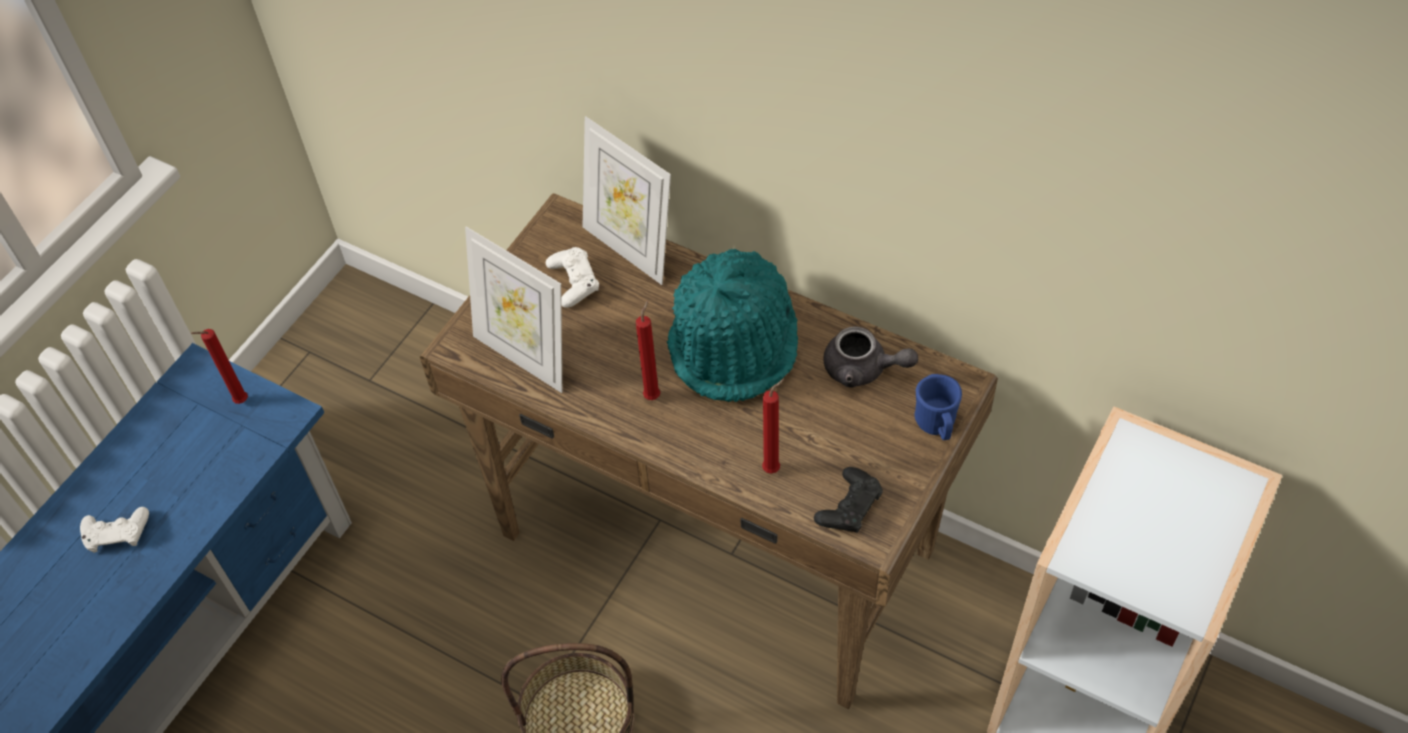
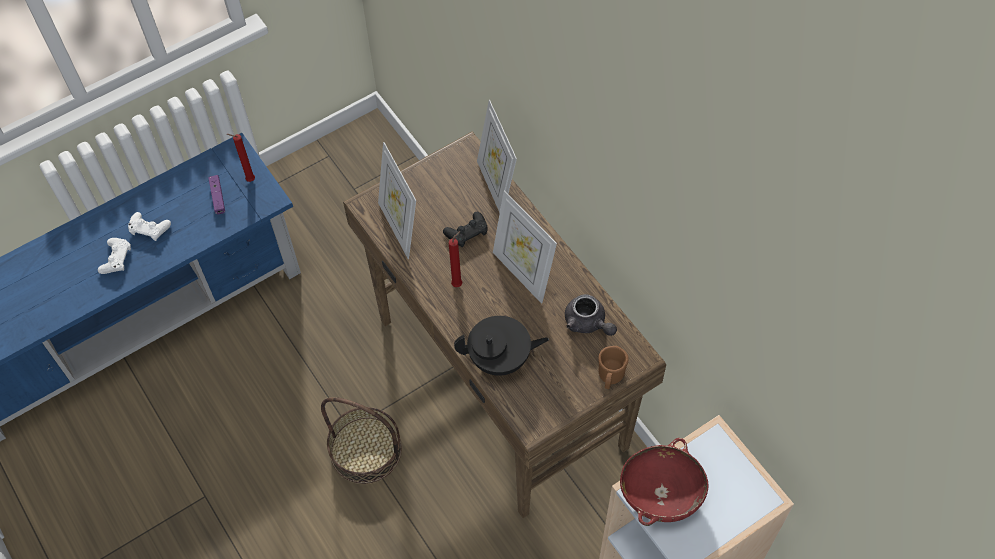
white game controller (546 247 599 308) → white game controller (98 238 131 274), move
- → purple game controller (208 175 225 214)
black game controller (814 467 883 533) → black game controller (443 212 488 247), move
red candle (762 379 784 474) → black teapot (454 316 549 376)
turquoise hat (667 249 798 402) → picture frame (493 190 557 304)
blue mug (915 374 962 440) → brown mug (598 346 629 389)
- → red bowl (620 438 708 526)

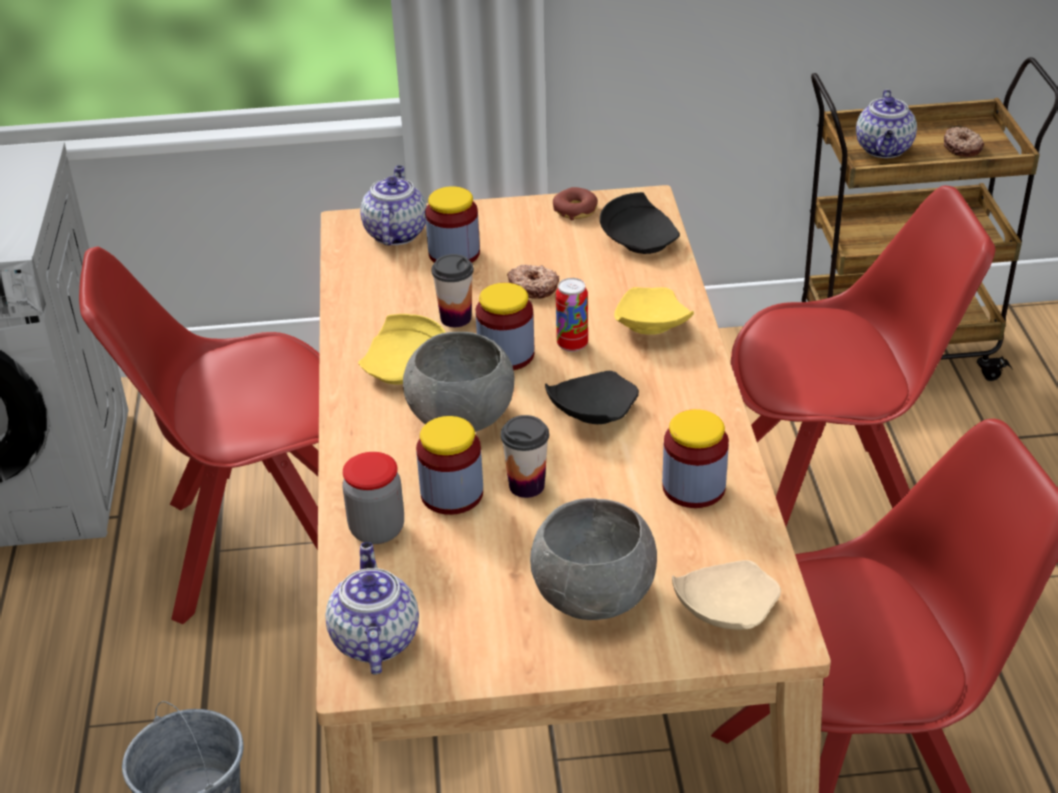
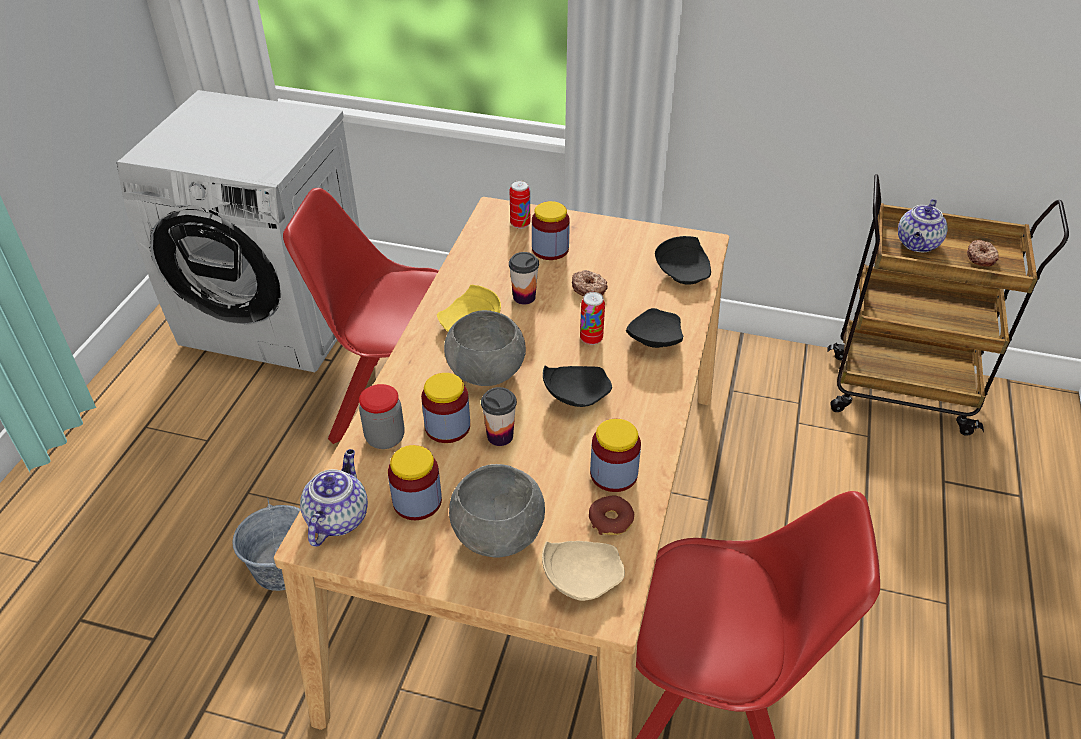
jar (476 283 534 370) → jar (388 445 442 520), move
teapot (360 166 427 245) → can (509 180 530 229)
donut (553 187 598 220) → donut (589 495 634 535), move
yellow plate (614 287 694 335) → black plate (626 308 683 348)
red chair (731 185 995 526) → -

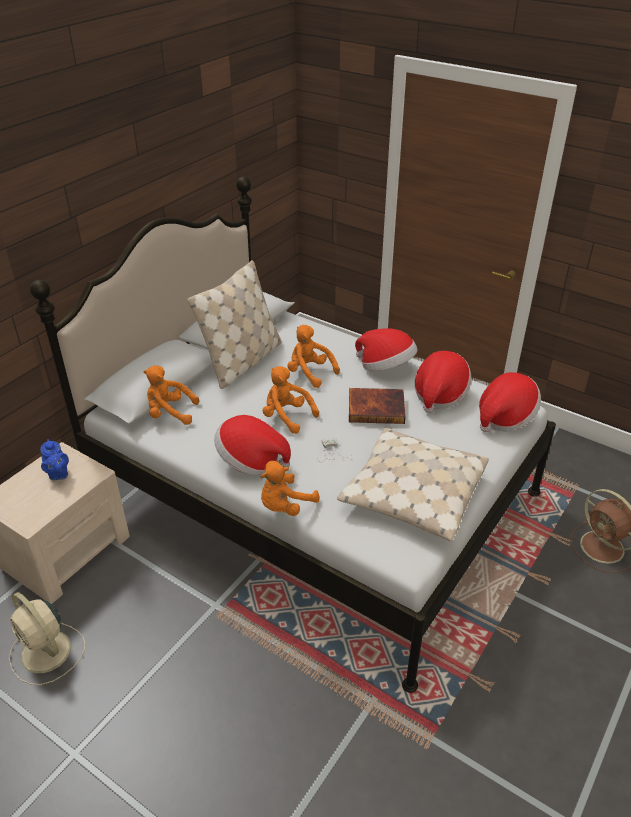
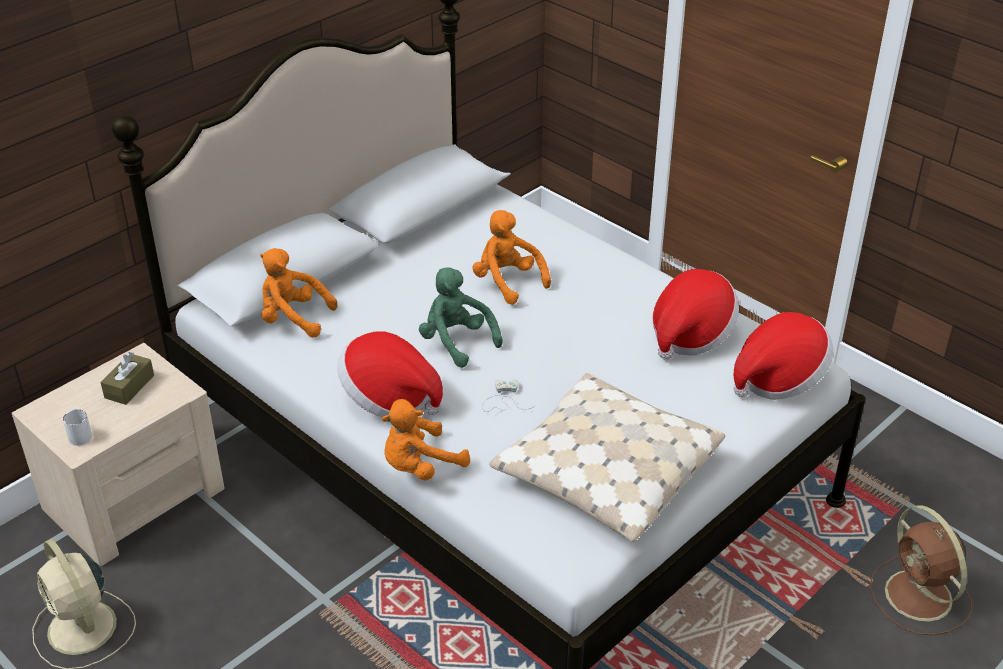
- → white mug (63 409 92 446)
blue teapot (40 439 69 480) → brown tissue box (100 352 154 405)
orange plush toy (263 366 319 434) → green plush toy (419 267 503 368)
beige pillow (188 260 282 389) → -
book (349 388 406 424) → -
hat (355 328 417 371) → -

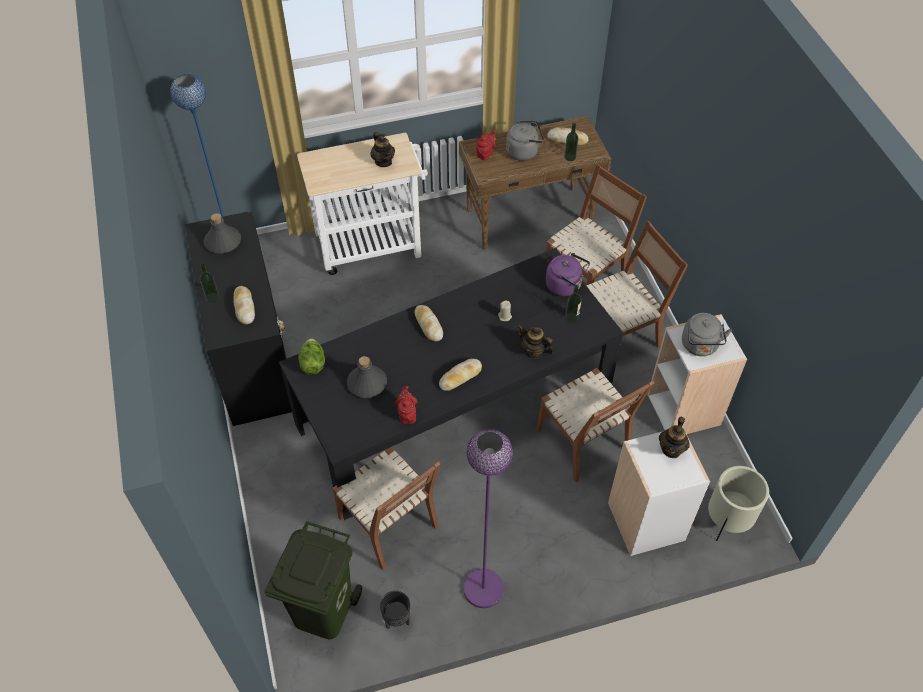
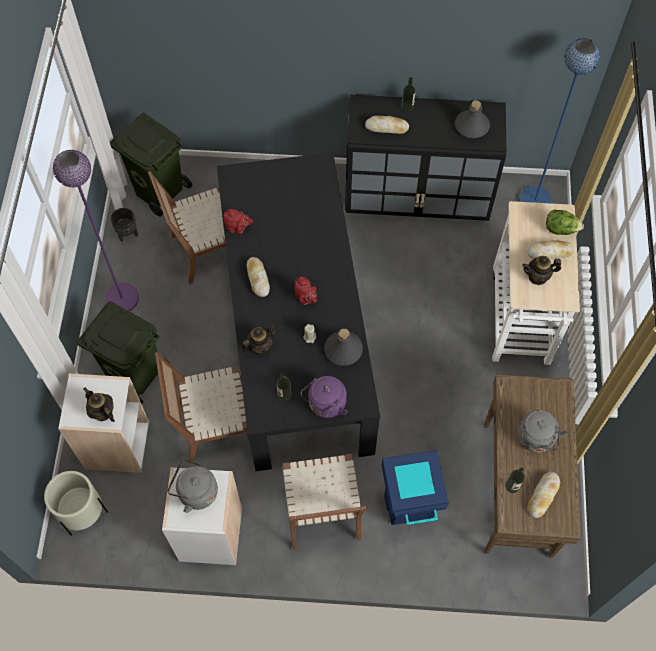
- → green trash can (77 301 169 404)
red teapot (476 130 496 161) → red teapot (294 277 317 305), move
grey bottle (347 356 387 398) → grey bottle (324 329 363 366), move
chair (546 164 647 285) → blue trash can (381 450 449 525)
bread (414 305 443 342) → bread (527 240 574 259), move
lettuce (298 338 325 375) → lettuce (546 210 584 235), move

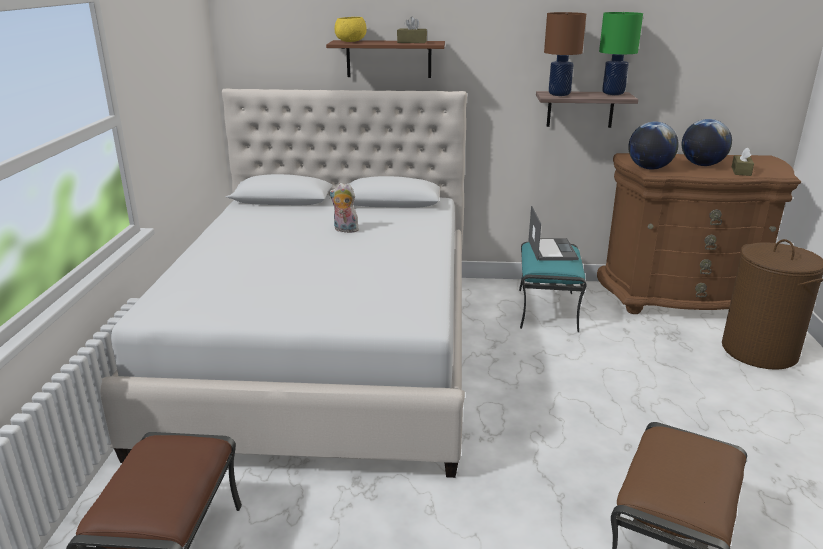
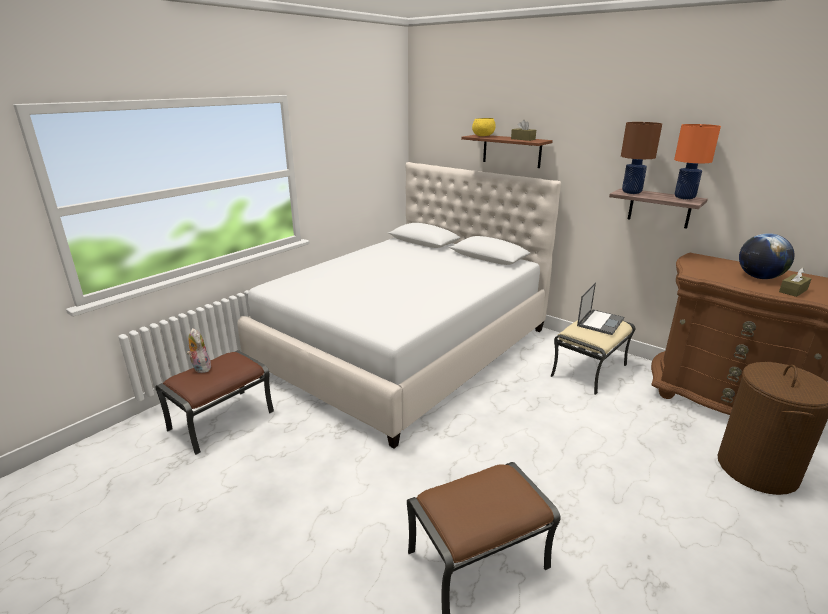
plush toy (329 183 359 233) → plush toy (187 328 211 373), move
turquoise ottoman (519 242 587 332) → beige ottoman (551 315 636 395)
green table lamp (599 12 643 95) → orange table lamp (674 124 721 200)
globe (628 122 679 170) → -

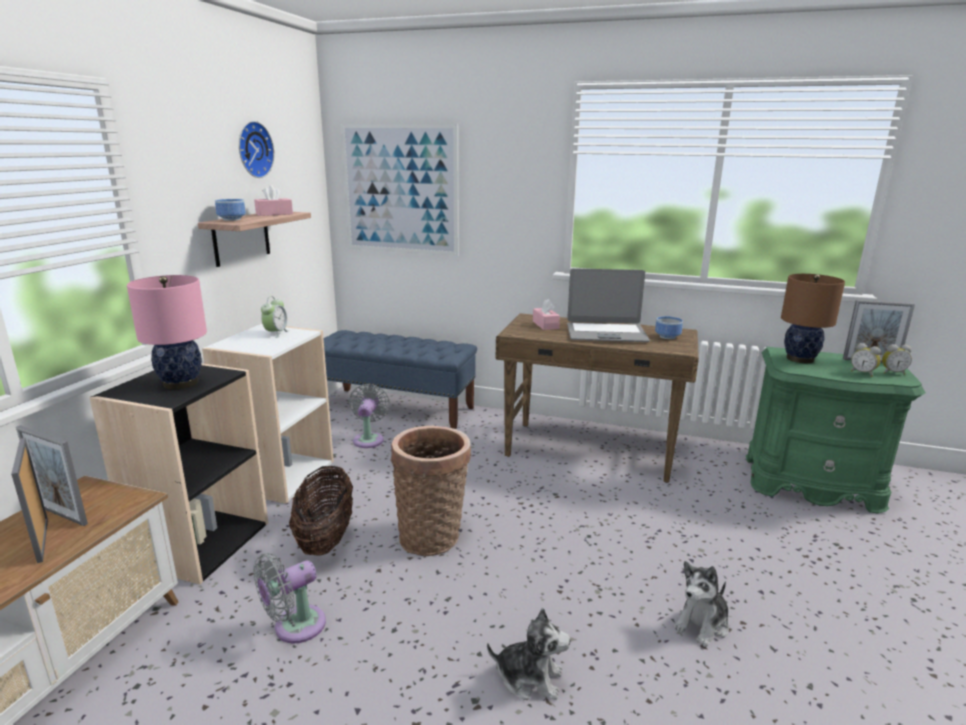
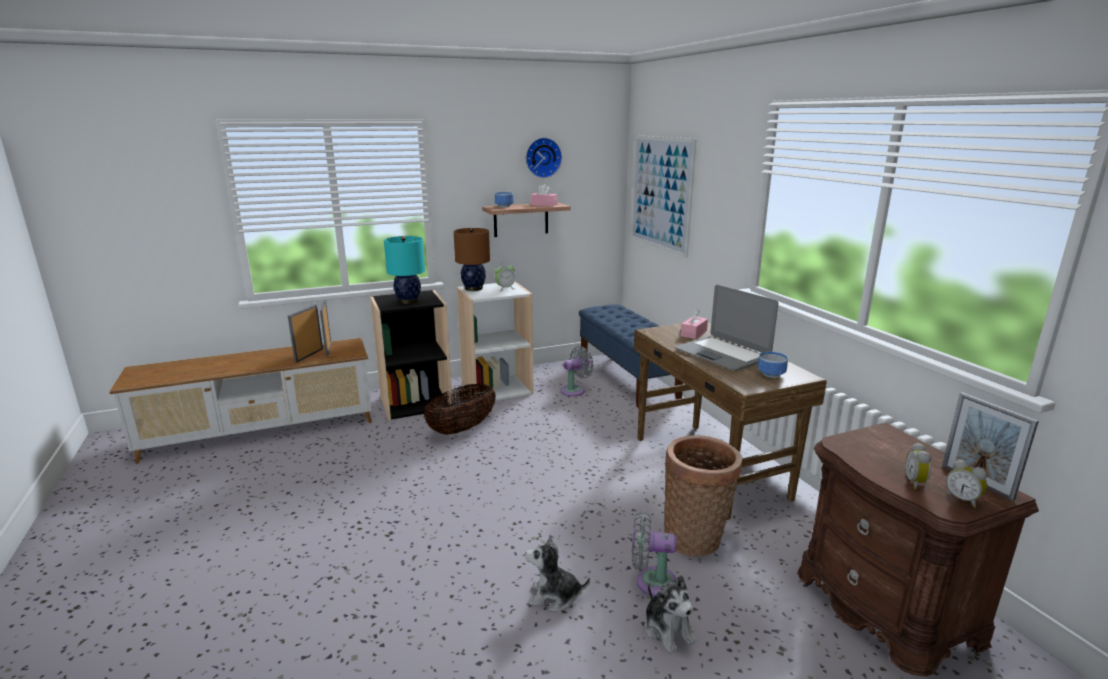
pink table lamp (127 275 207 389) → turquoise table lamp (384 236 425 304)
brown table lamp (781 274 845 363) → brown table lamp (454 228 490 291), move
grey fan (253 553 326 644) → grey fan (632 511 677 597), move
plush toy (487 608 570 700) → plush toy (645 575 696 653), move
basket (390 426 471 556) → basket (664 435 742 557), move
green nightstand (746 347 926 513) → brown nightstand (798 423 1039 677)

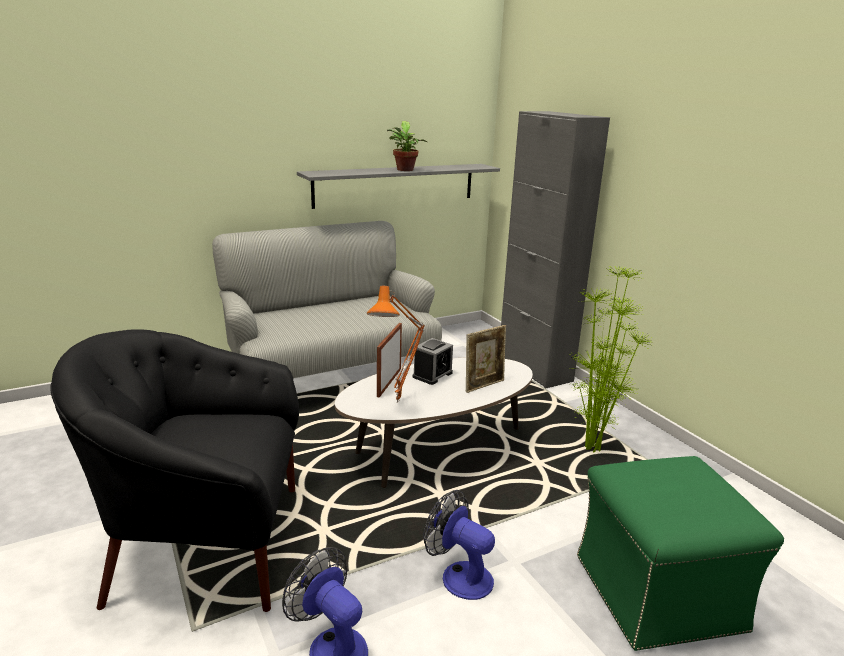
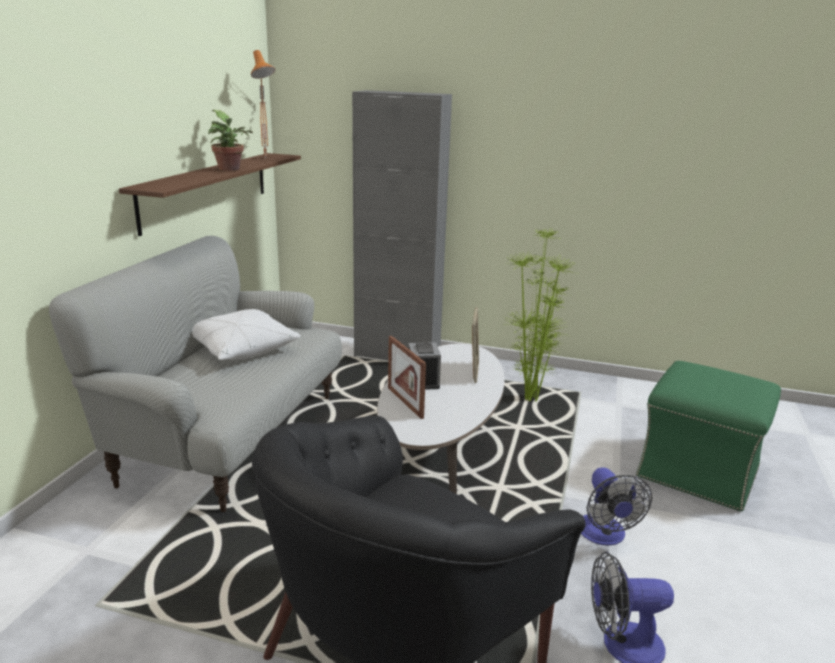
grey shelf (297 164 500 209) → brown shelf (119 153 301 236)
- → white pillow (192 309 301 360)
orange table lamp (367 286 425 403) → orange table lamp (251 50 275 159), move
fan (424 490 495 600) → fan (581 467 652 546), 90 degrees counterclockwise

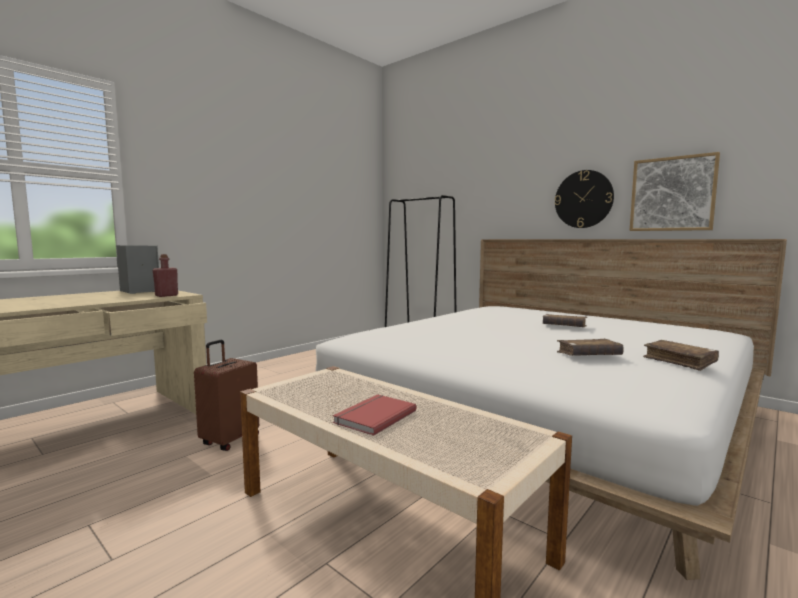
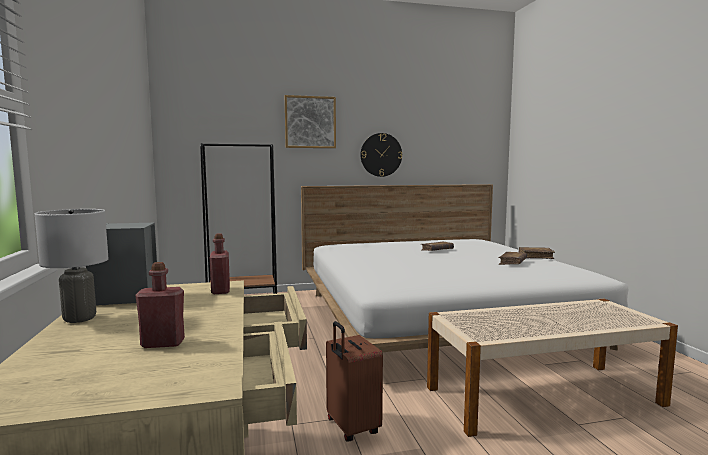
- → white table lamp (35 209 108 323)
- → red bottle (135 262 185 348)
picture (629 152 720 231) → picture (285 95 336 148), move
red book (333 394 416 436) → -

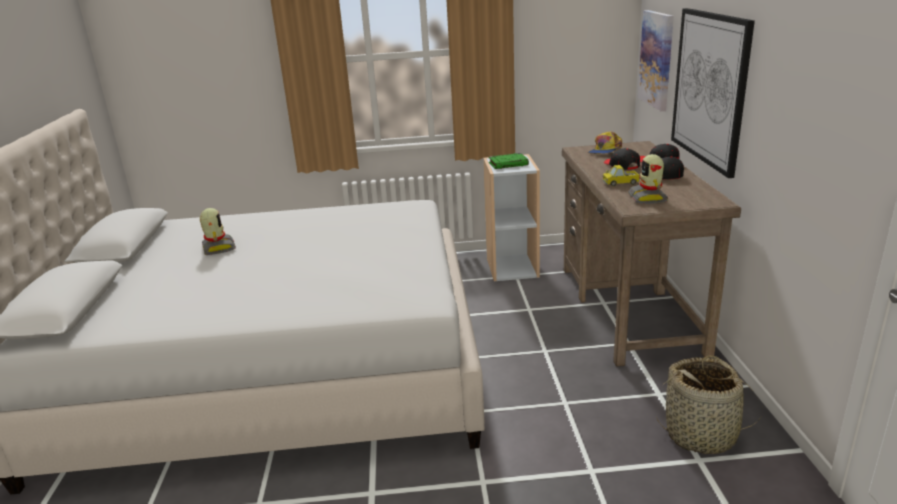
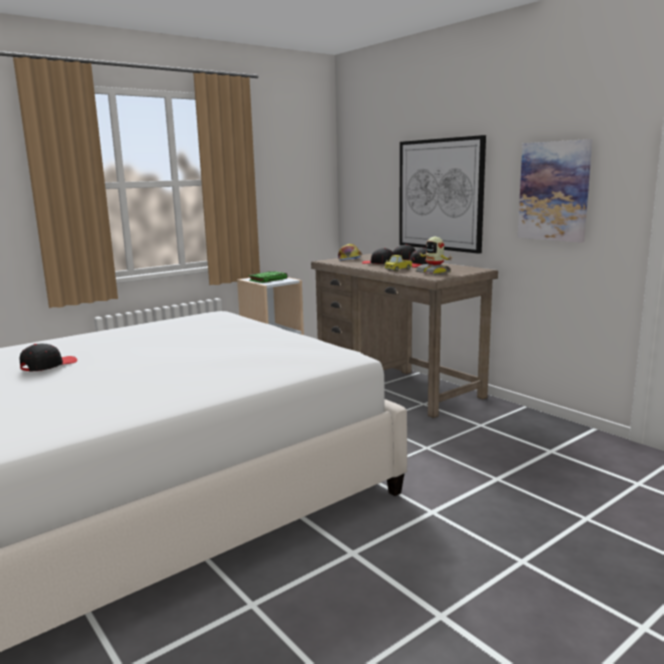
toy robot (200 208 236 255) → black cap (20 344 77 371)
picture (638 10 674 111) → picture (518 139 592 243), move
basket (656 356 763 454) → -

